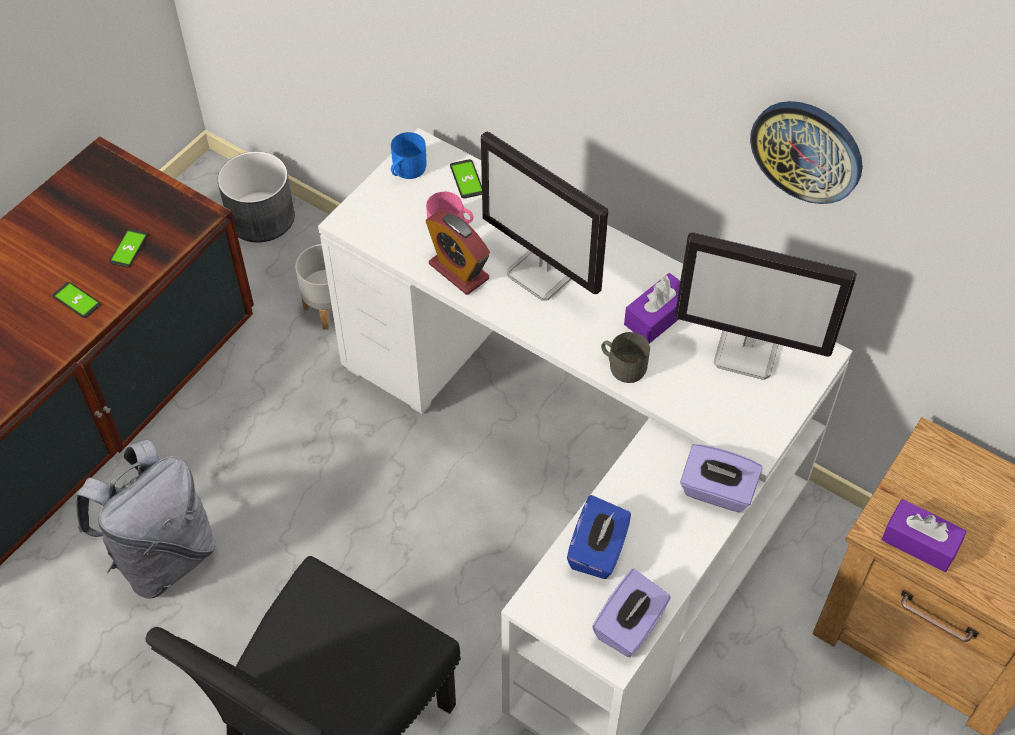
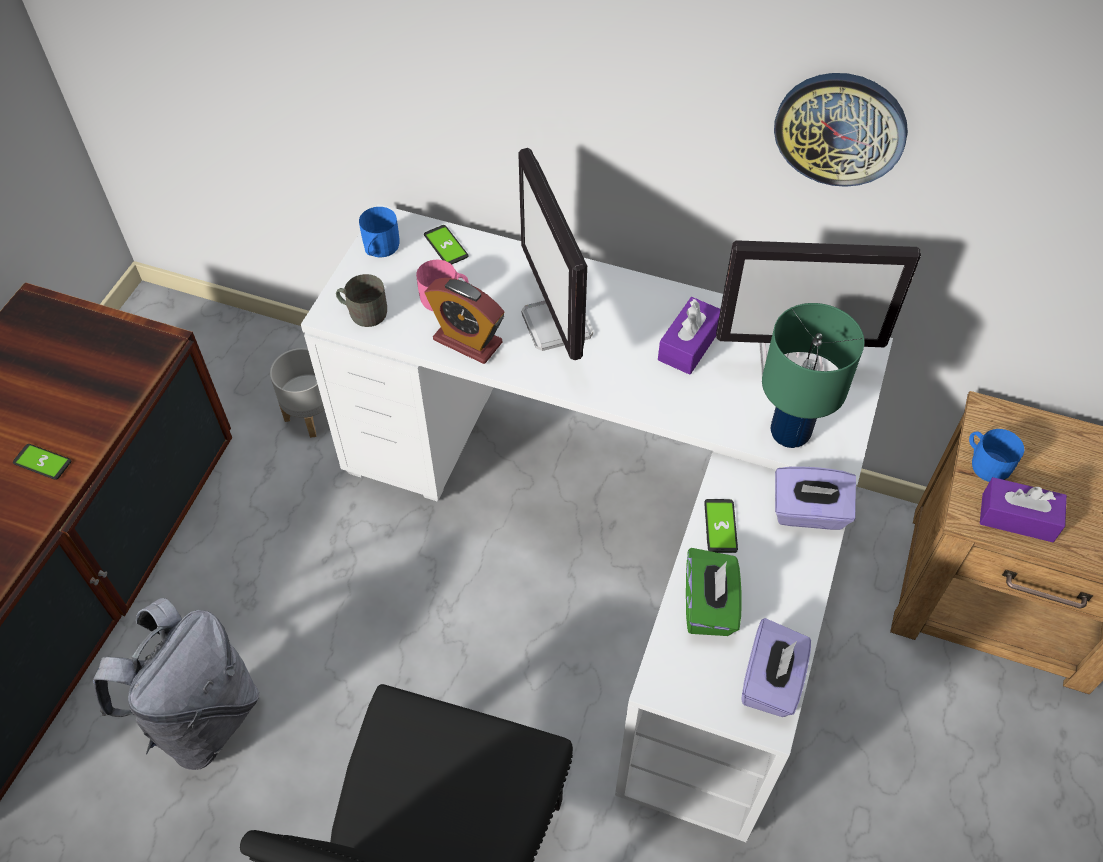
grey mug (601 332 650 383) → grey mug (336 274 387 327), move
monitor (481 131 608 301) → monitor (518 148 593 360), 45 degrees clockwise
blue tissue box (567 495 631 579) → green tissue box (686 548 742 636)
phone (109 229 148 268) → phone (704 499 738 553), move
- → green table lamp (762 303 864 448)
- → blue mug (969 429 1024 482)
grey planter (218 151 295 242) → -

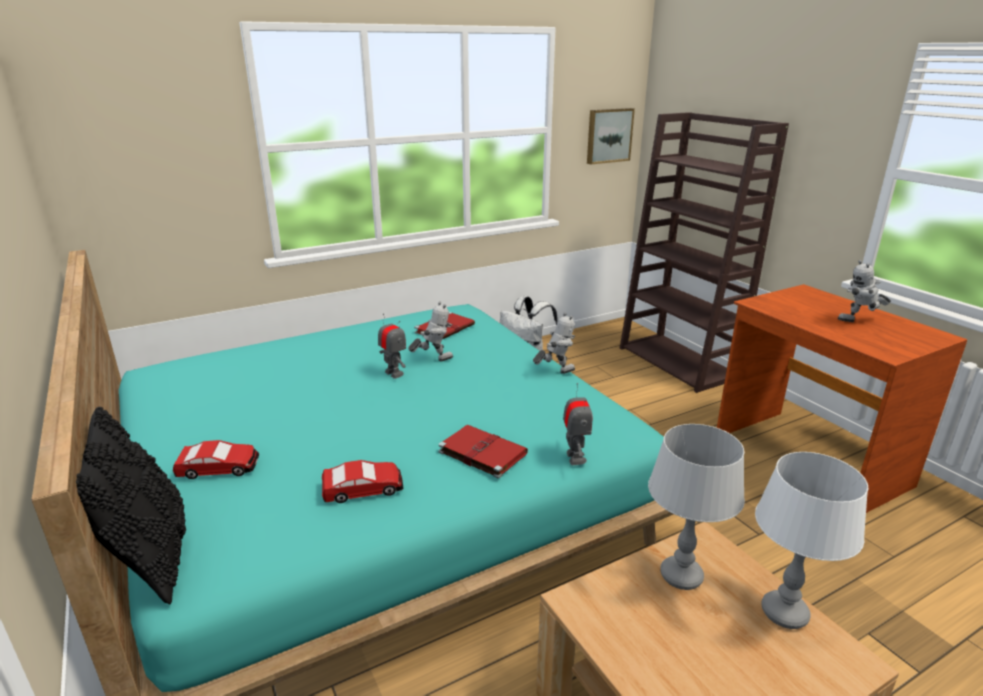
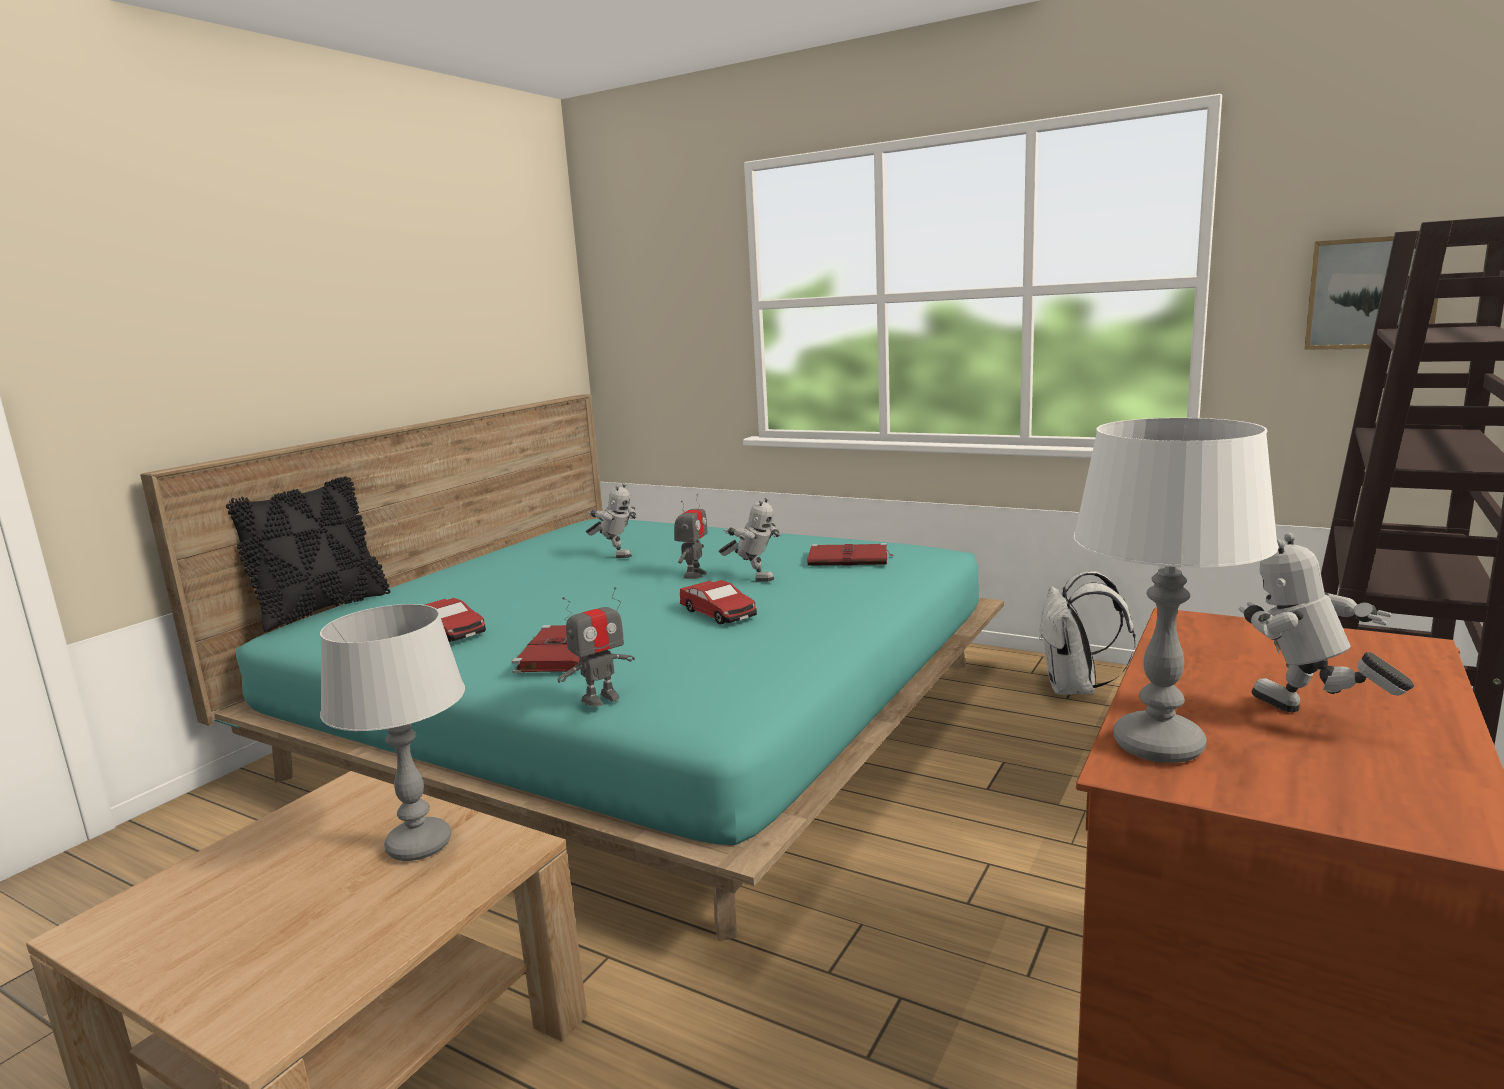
toy robot (533 312 575 374) → toy robot (586 483 637 558), move
toy car (173 440 259 479) → toy car (680 580 757 625), move
white table lamp (755 452 868 629) → white table lamp (1073 418 1279 763), move

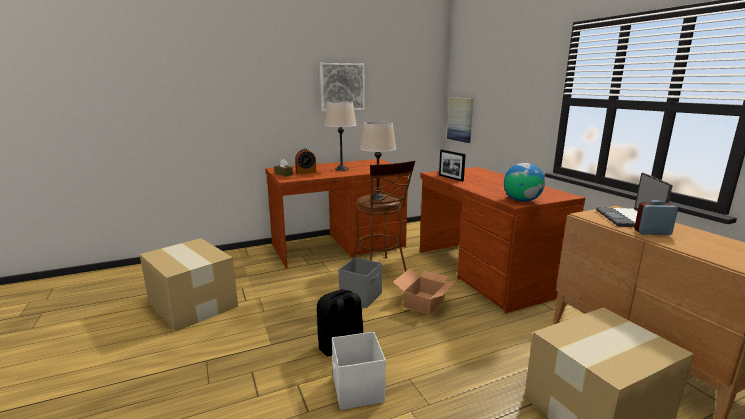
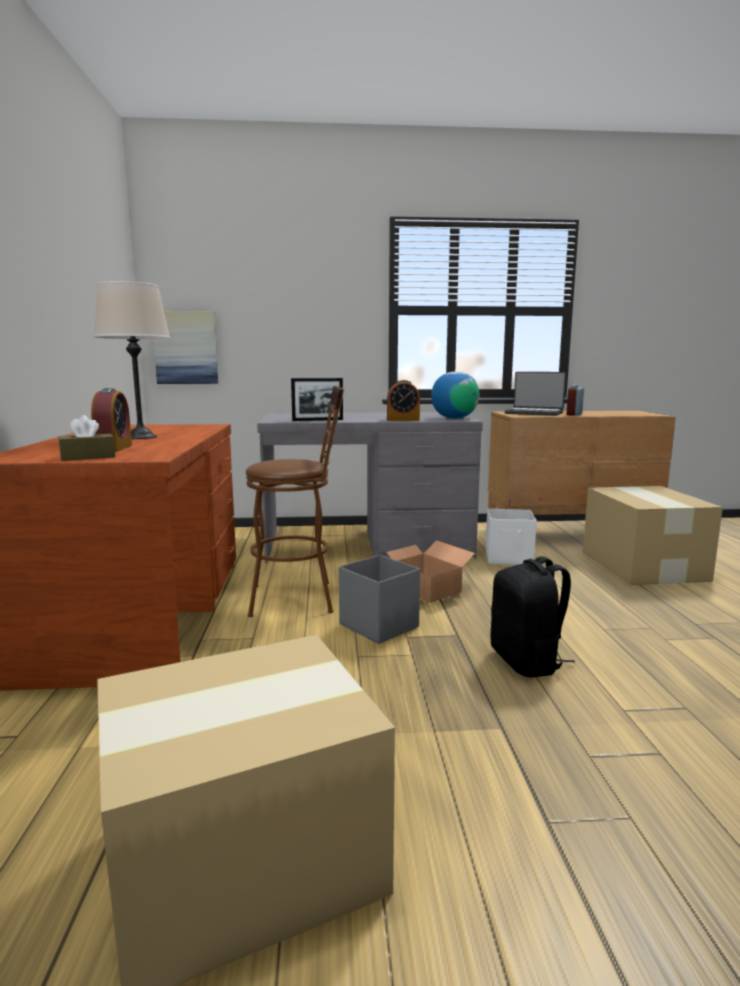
brown desk (420 167 585 313) → grey desk (257 412 483 563)
- → alarm clock (387 380 420 421)
white storage box (332 332 386 410) → white storage box (485 509 537 565), move
picture (320 63 365 111) → -
beige table lamp (360 121 396 200) → -

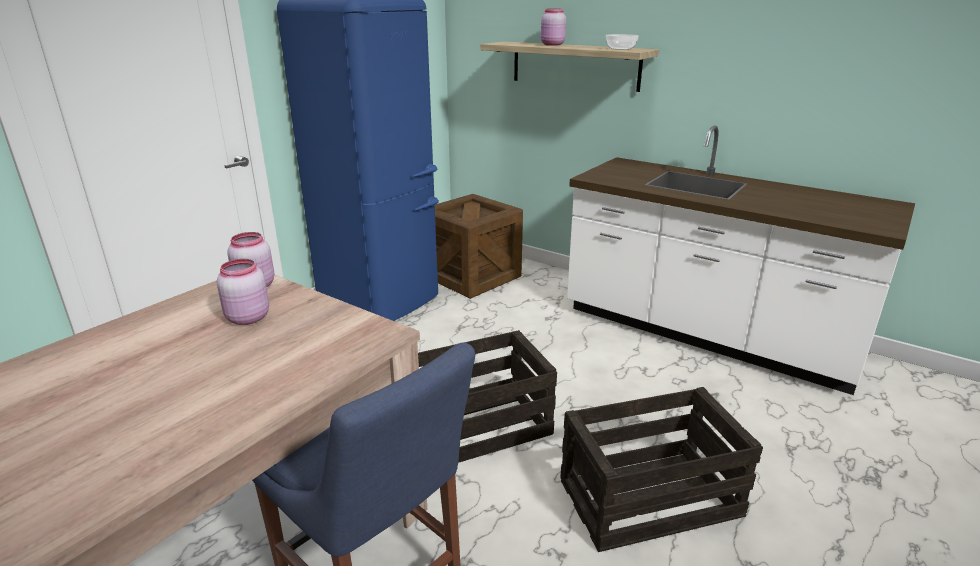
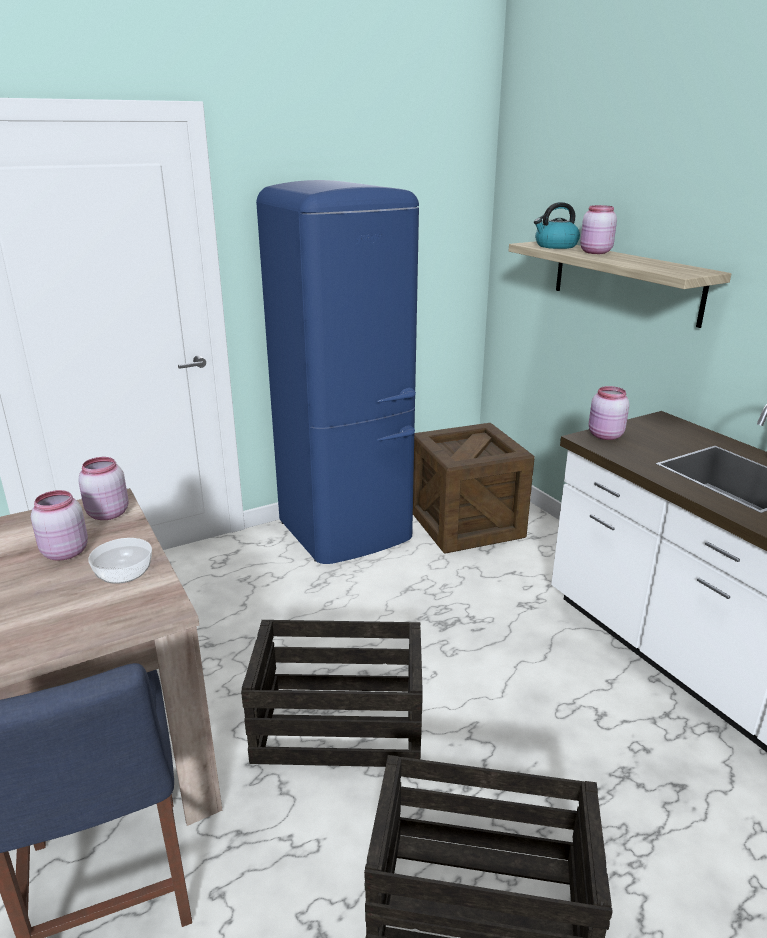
bowl (606 34 639 50) → bowl (88 538 152 584), move
- → kettle (534 202 580 249)
- → pink jar (589 386 629 440)

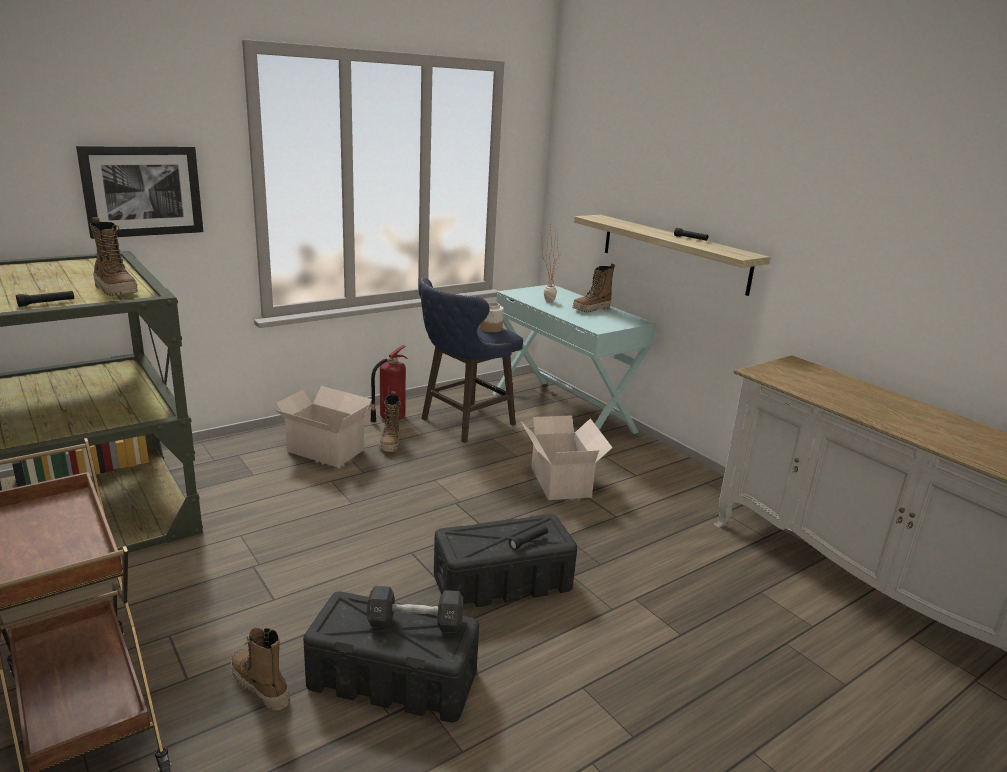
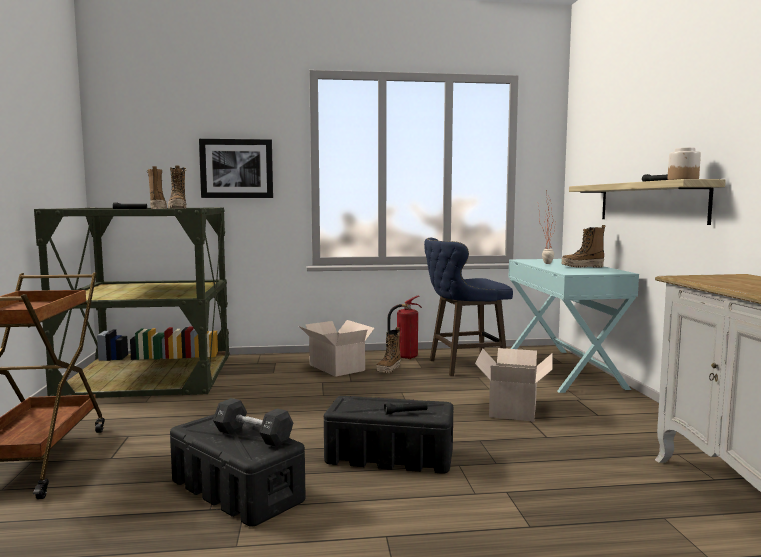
boot (231 628 289 711) → boot (147 166 167 209), move
jar (479 302 504 332) → jar (668 147 701 180), move

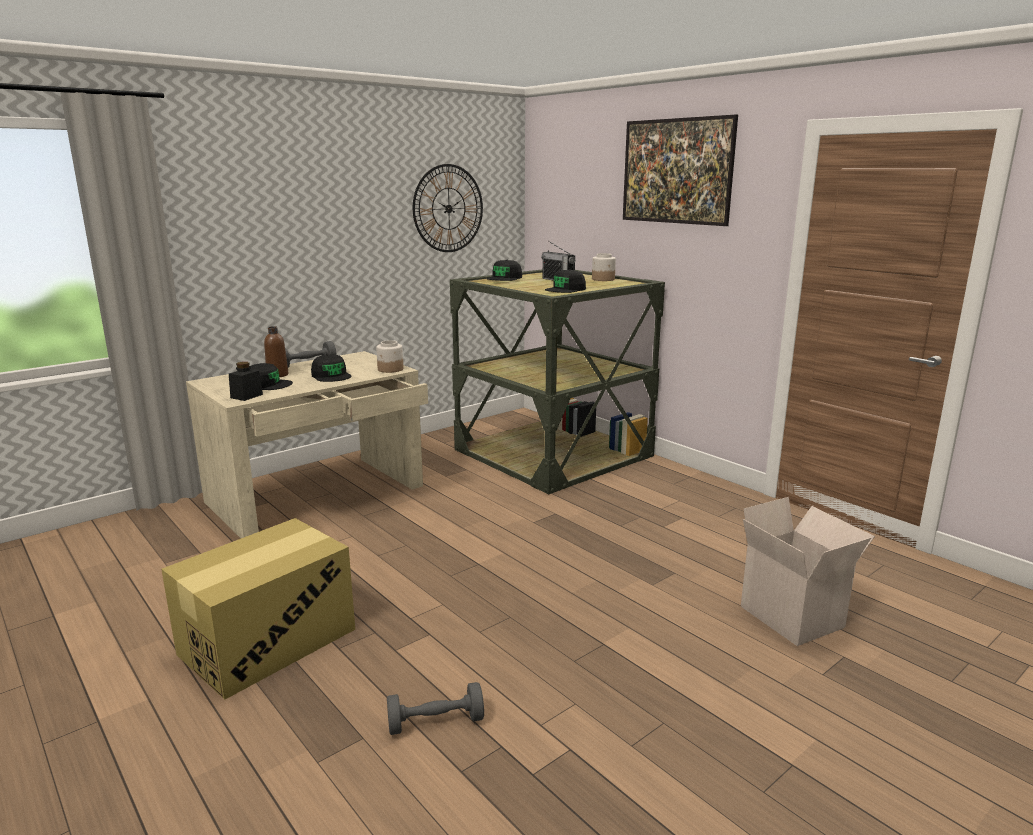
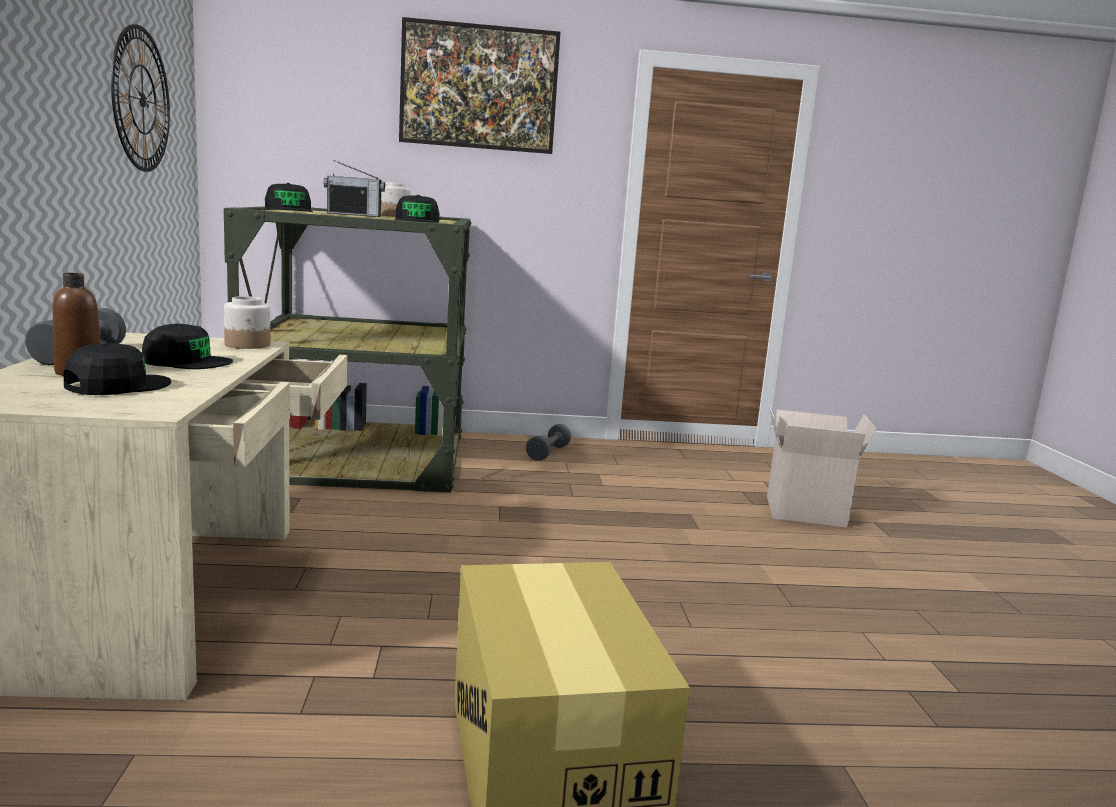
grey dumbbell (387 682 484 735) → grey dumbbell (526 424 571 461), move
black jar (229 362 263 401) → -

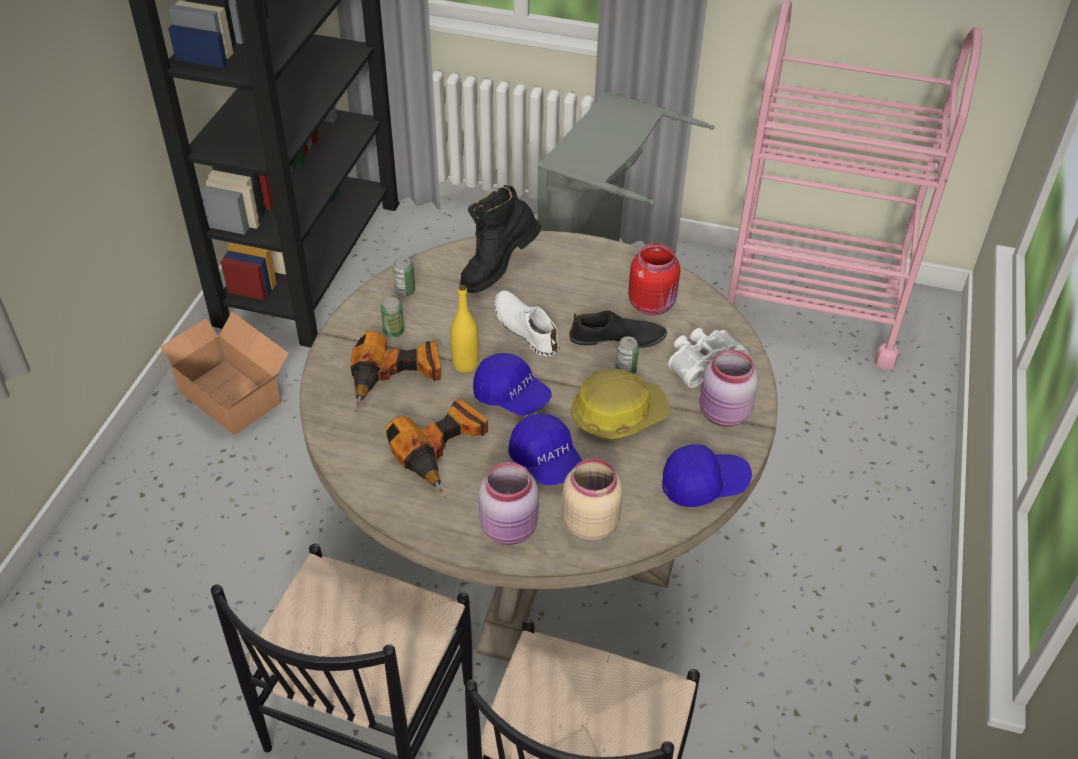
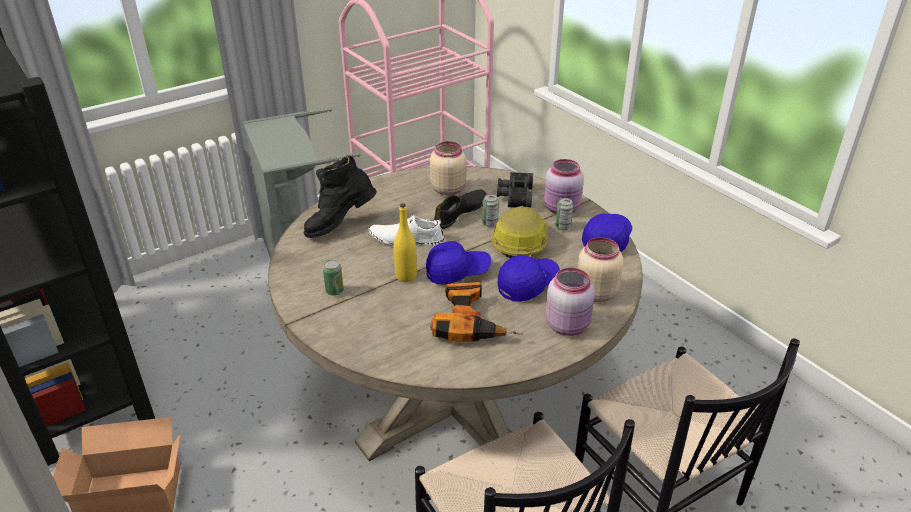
black boot (460 185 541 293) → black boot (303 155 377 238), 60 degrees clockwise
red jar (628 243 680 315) → beige jar (430 141 466 195)
white binoculars (668 328 748 388) → black binoculars (497 172 533 208)
blue cap (508 413 582 485) → blue cap (498 255 560 302), 45 degrees counterclockwise
can (393 257 415 296) → can (555 198 574 230), move
power drill (351 331 441 412) → -

